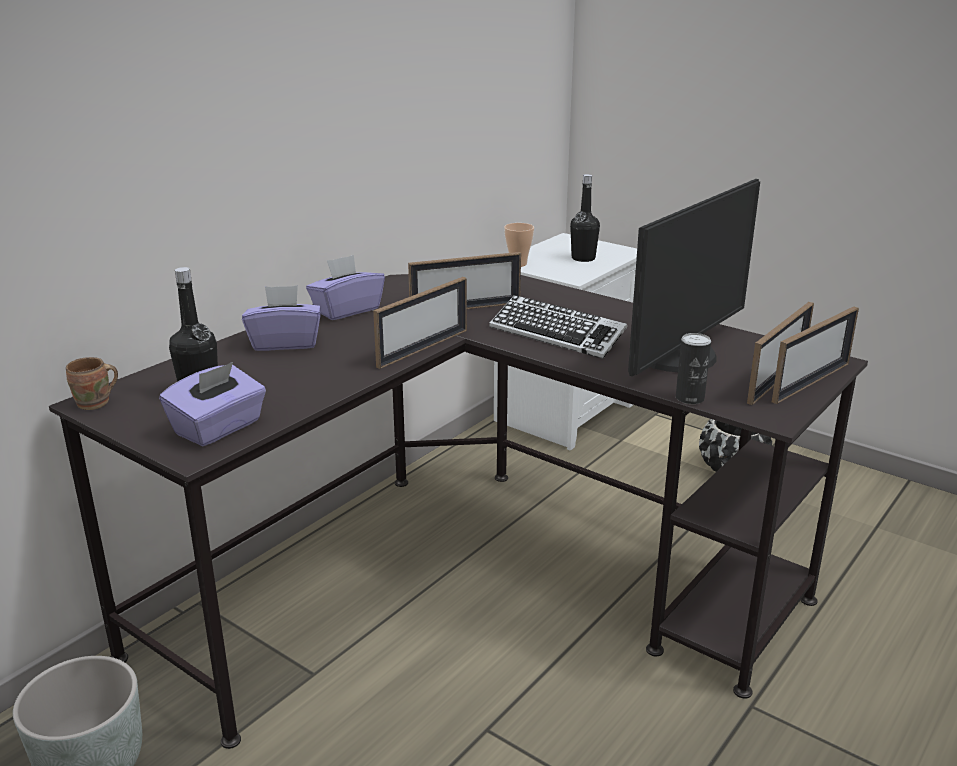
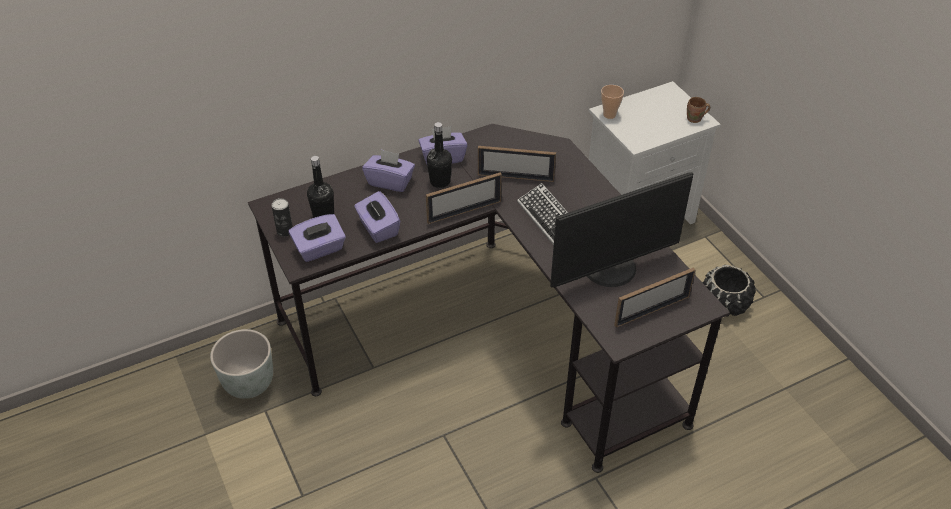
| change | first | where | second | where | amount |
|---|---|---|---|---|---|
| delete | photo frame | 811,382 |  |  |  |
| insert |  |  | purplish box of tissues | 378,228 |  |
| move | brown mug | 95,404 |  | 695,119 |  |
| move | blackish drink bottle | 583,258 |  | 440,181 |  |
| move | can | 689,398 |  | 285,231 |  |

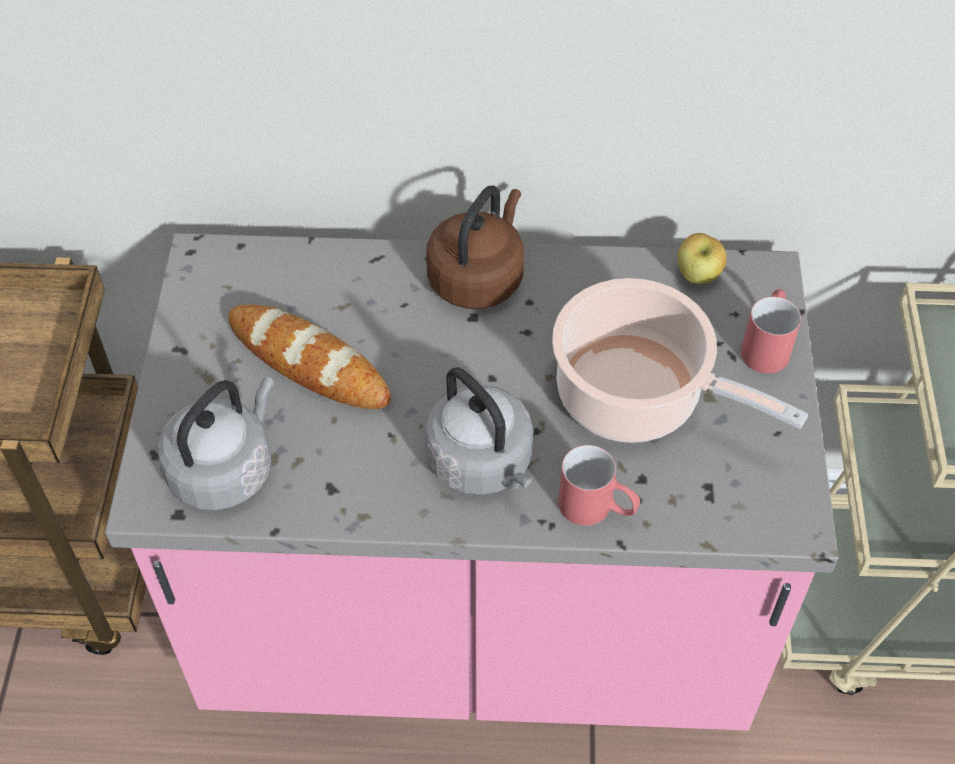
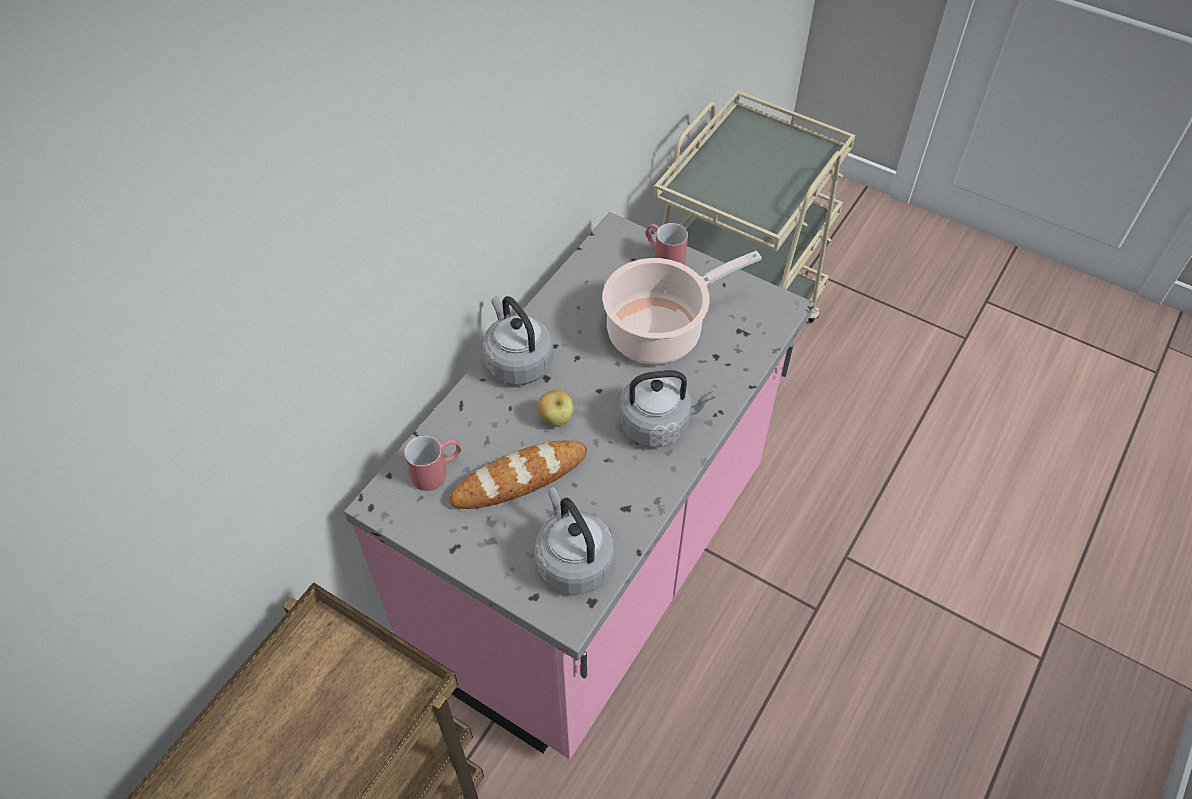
| change | first | where | second | where | amount |
|---|---|---|---|---|---|
| move | red-coloured mug | 597,509 |  | 437,471 |  |
| move | apple | 698,276 |  | 556,419 |  |
| recolor | brown tea kettle | 478,277 | greyish tea kettle | 517,361 |  |

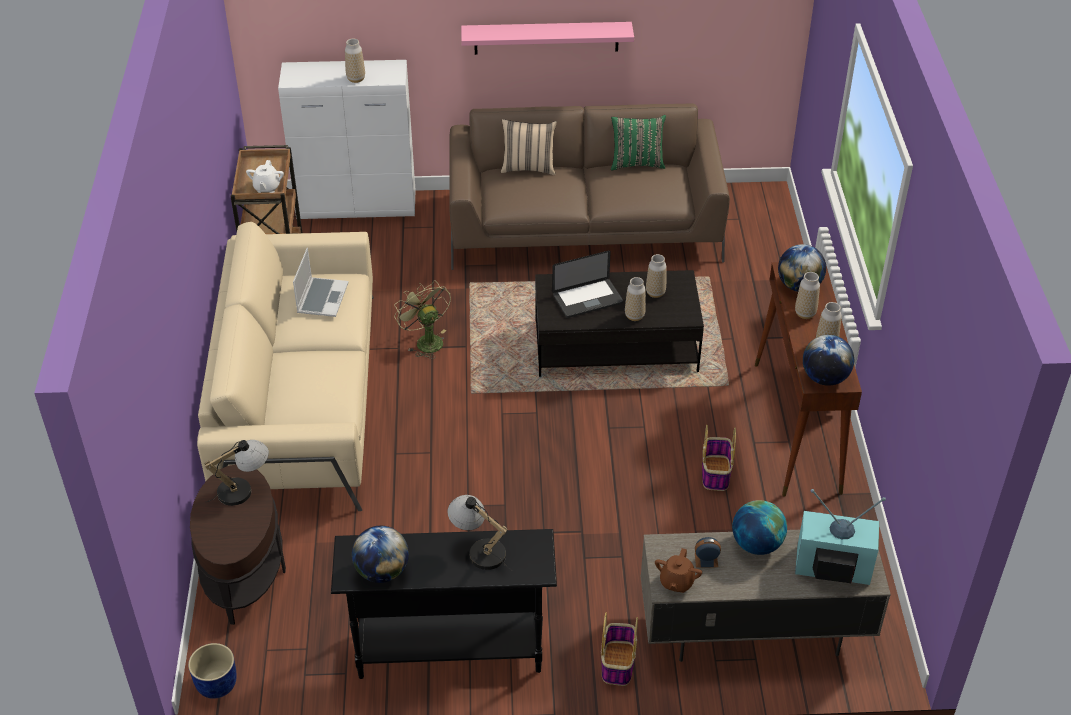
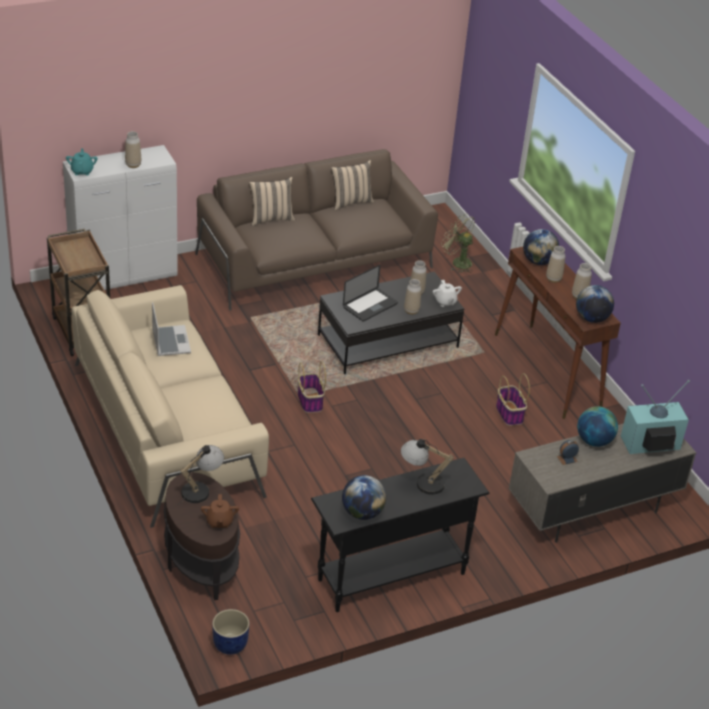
| change | first | where | second | where | amount |
|---|---|---|---|---|---|
| delete | pink-coloured shelf | 546,38 |  |  |  |
| insert |  |  | turquoise pot for tea | 82,171 |  |
| move | white-coloured pot for tea | 267,187 |  | 445,302 |  |
| move | green-coloured fan | 425,341 |  | 457,262 |  |
| move | storage basket | 617,663 |  | 310,401 |  |
| move | brown pot for tea | 676,582 |  | 219,521 |  |
| recolor | green-coloured cushion | 637,163 | beige-coloured cushion | 350,202 |  |

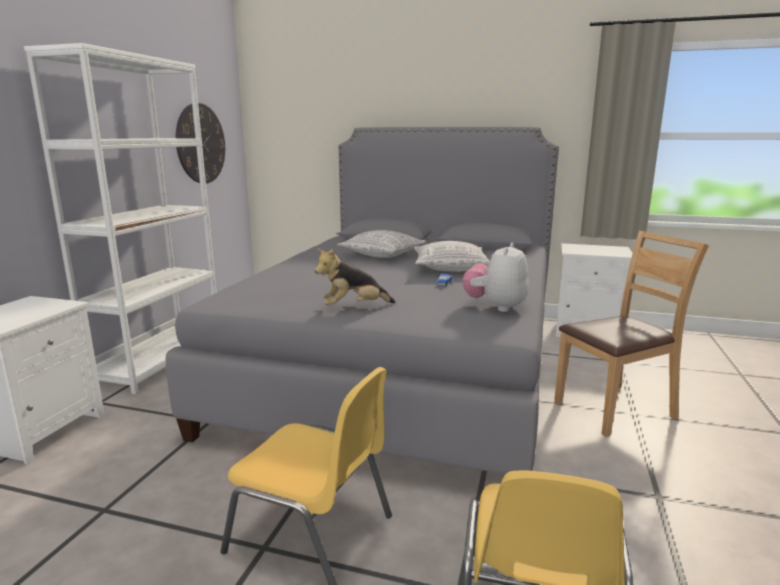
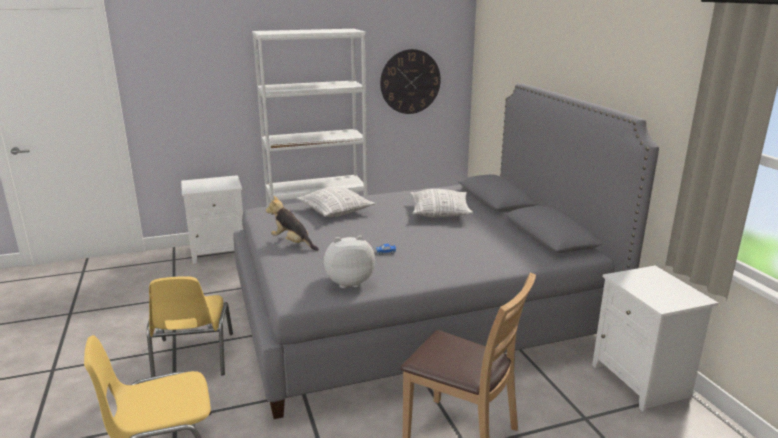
| change | first | where | second | where | amount |
|---|---|---|---|---|---|
| move | cushion | 450,268 |  | 336,211 |  |

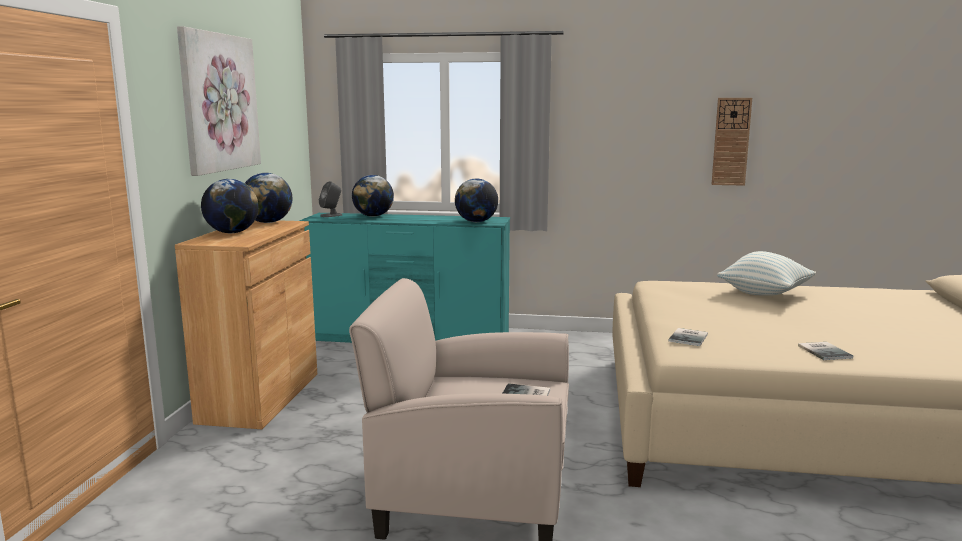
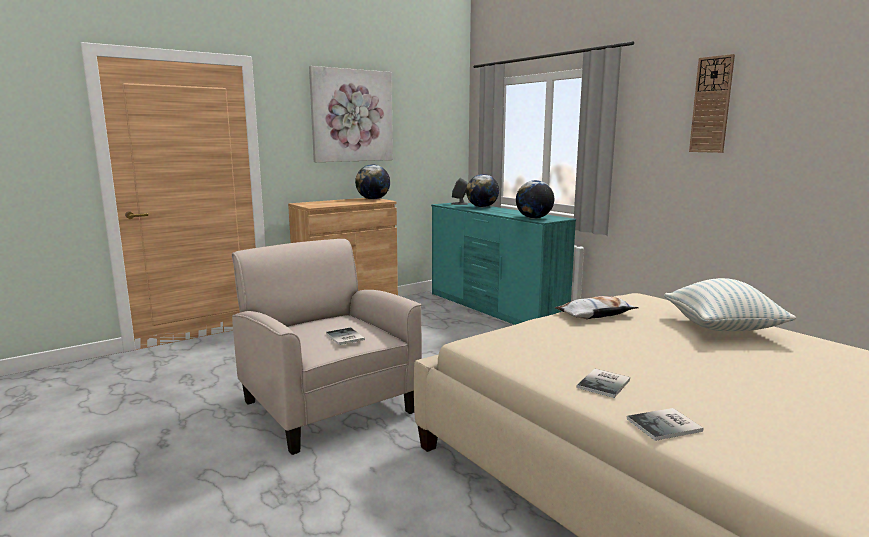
| change | first | where | second | where | amount |
|---|---|---|---|---|---|
| delete | world globe | 232,232 |  |  |  |
| insert |  |  | cushion | 595,314 |  |
| move | bound book | 689,337 |  | 666,425 |  |
| move | wall clock | 731,141 |  | 711,105 |  |

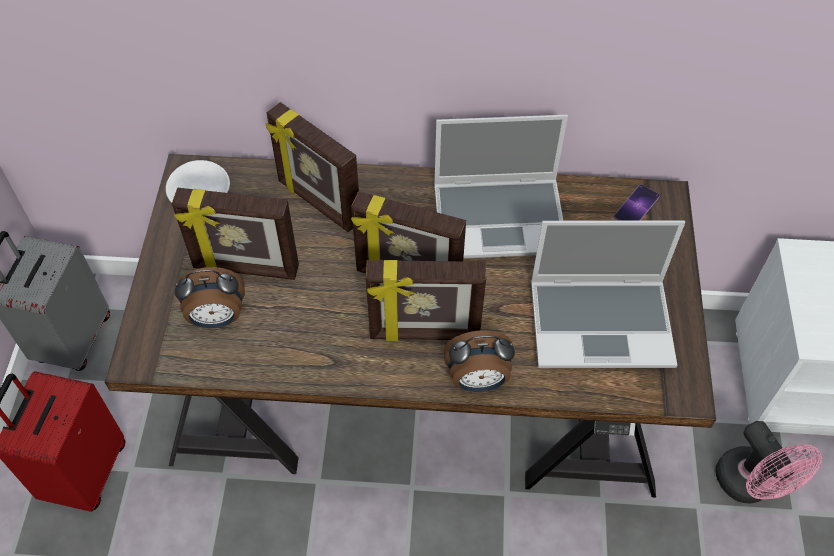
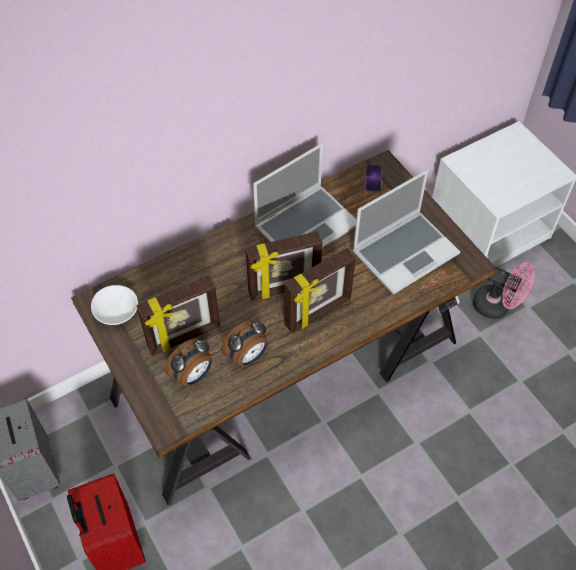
| change | first | where | second | where | amount |
|---|---|---|---|---|---|
| delete | photo frame | 318,203 |  |  |  |
| move | table clock | 478,380 |  | 247,356 |  |

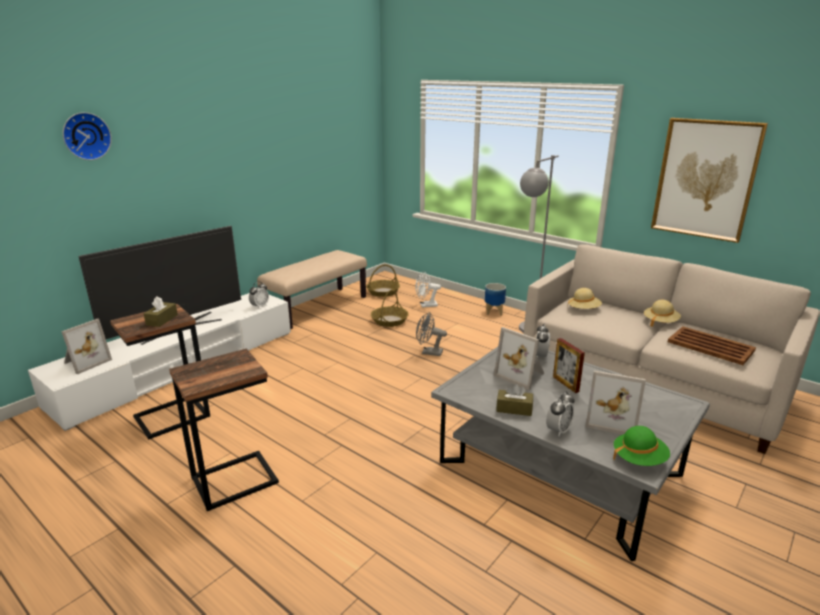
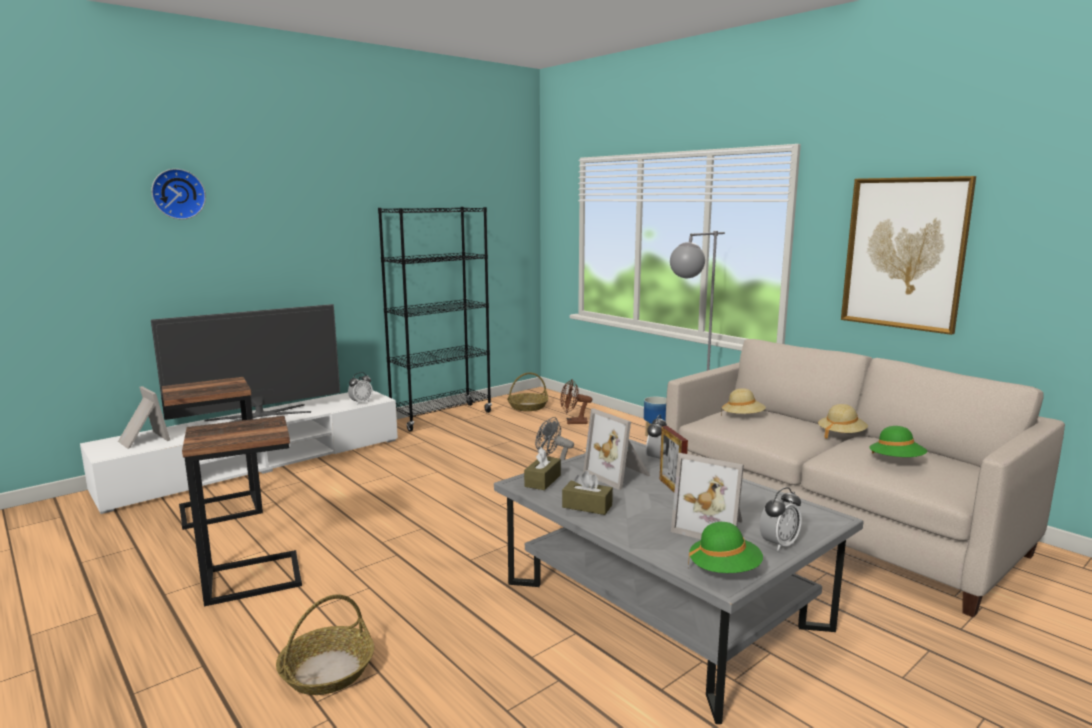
| change | first | where | second | where | amount |
|---|---|---|---|---|---|
| move | brown box of tissues | 162,320 |  | 542,481 |  |
| move | storage basket | 389,320 |  | 327,670 |  |
| move | table clock | 558,430 |  | 778,544 |  |
| replace | beige-coloured bench | 316,307 | blackish bookcase | 441,417 |  |
| replace | brown tray | 709,346 | green-coloured wearable hat | 896,461 |  |
| recolor | white-coloured fan | 426,305 | brown fan | 573,422 |  |
| rotate | photo frame | 85,362 |  | 142,440 | 90 degrees counterclockwise |

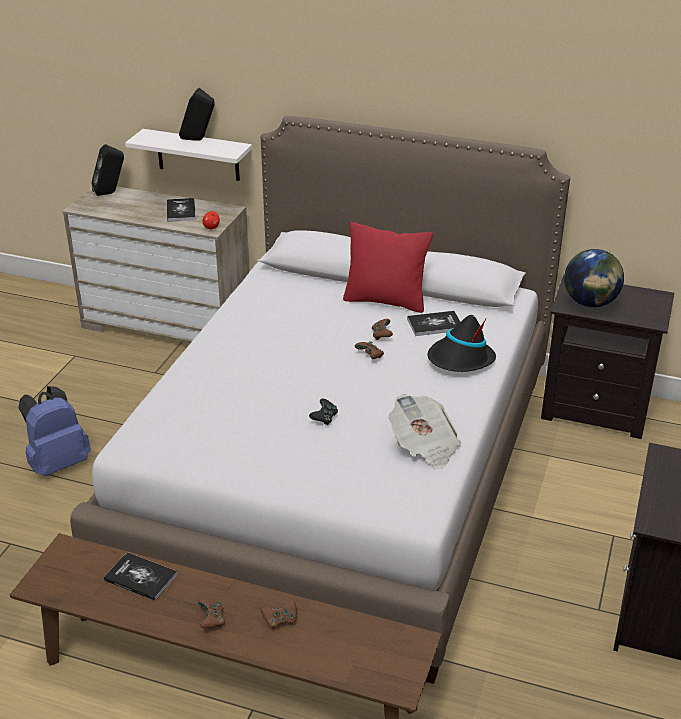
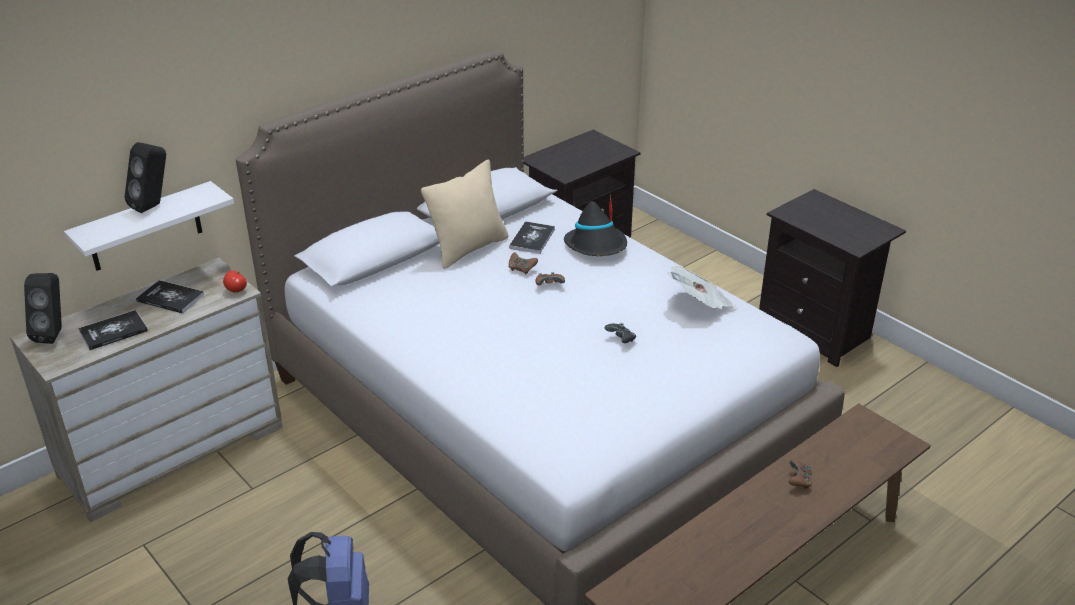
| change | first | where | second | where | amount |
|---|---|---|---|---|---|
| delete | brown gamepad | 212,620 |  |  |  |
| delete | world globe | 590,303 |  |  |  |
| move | bound book | 140,577 |  | 113,331 |  |
| recolor | red-coloured cushion | 385,301 | beige-coloured cushion | 468,248 |  |

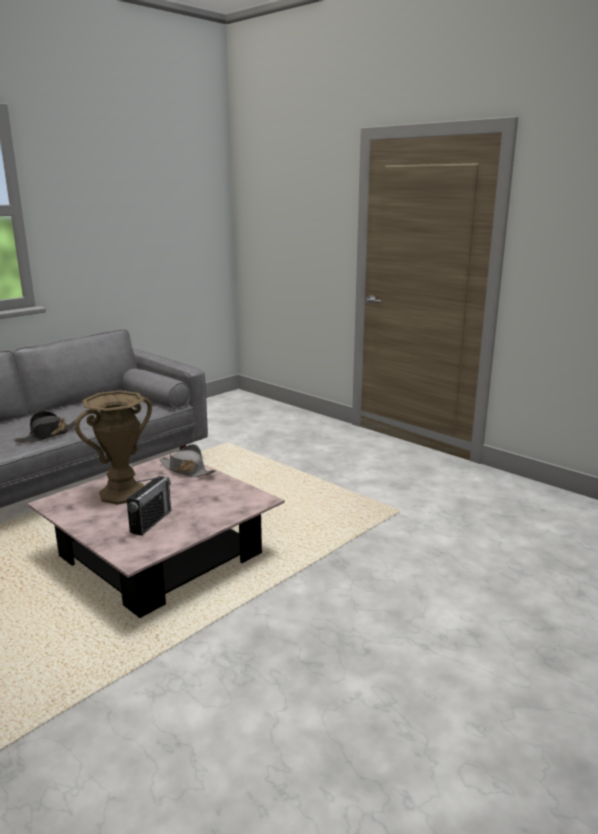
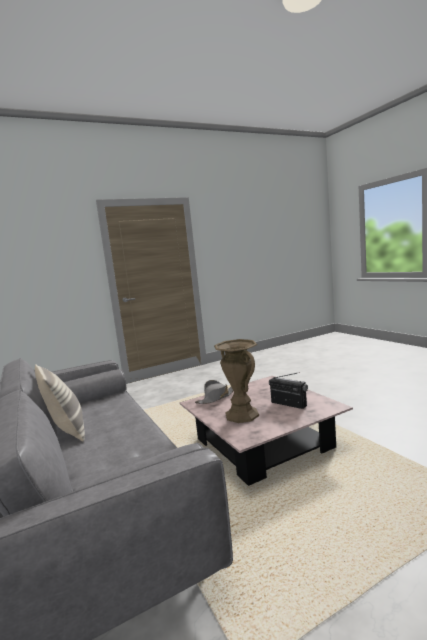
| change | first | where | second | where | amount |
|---|---|---|---|---|---|
| delete | blackish wearable hat | 48,435 |  |  |  |
| insert |  |  | cushion | 66,431 |  |

